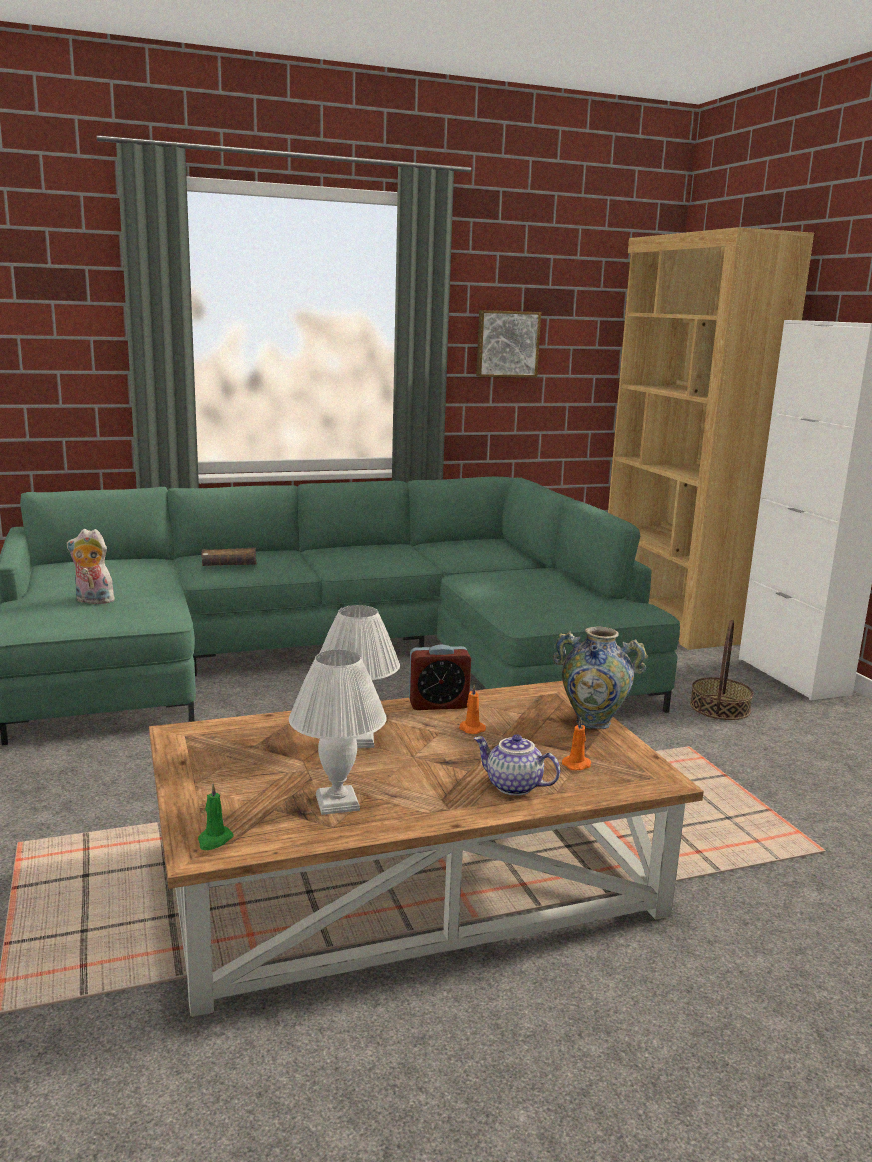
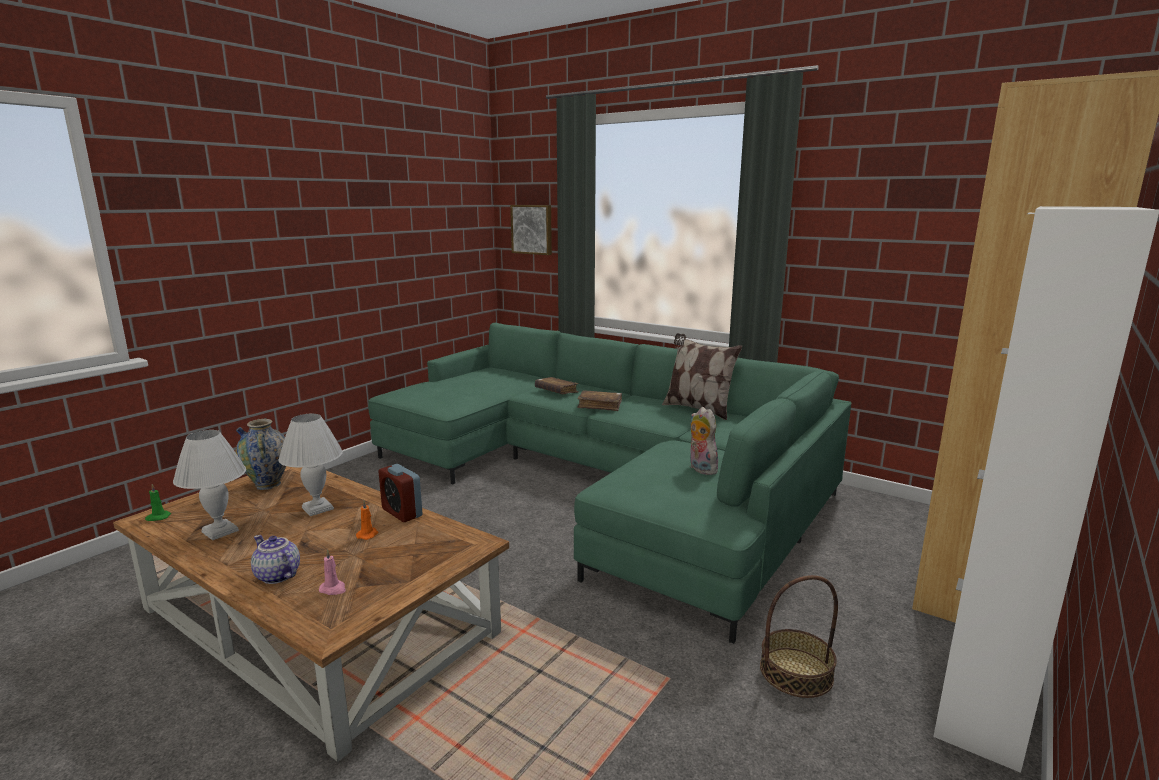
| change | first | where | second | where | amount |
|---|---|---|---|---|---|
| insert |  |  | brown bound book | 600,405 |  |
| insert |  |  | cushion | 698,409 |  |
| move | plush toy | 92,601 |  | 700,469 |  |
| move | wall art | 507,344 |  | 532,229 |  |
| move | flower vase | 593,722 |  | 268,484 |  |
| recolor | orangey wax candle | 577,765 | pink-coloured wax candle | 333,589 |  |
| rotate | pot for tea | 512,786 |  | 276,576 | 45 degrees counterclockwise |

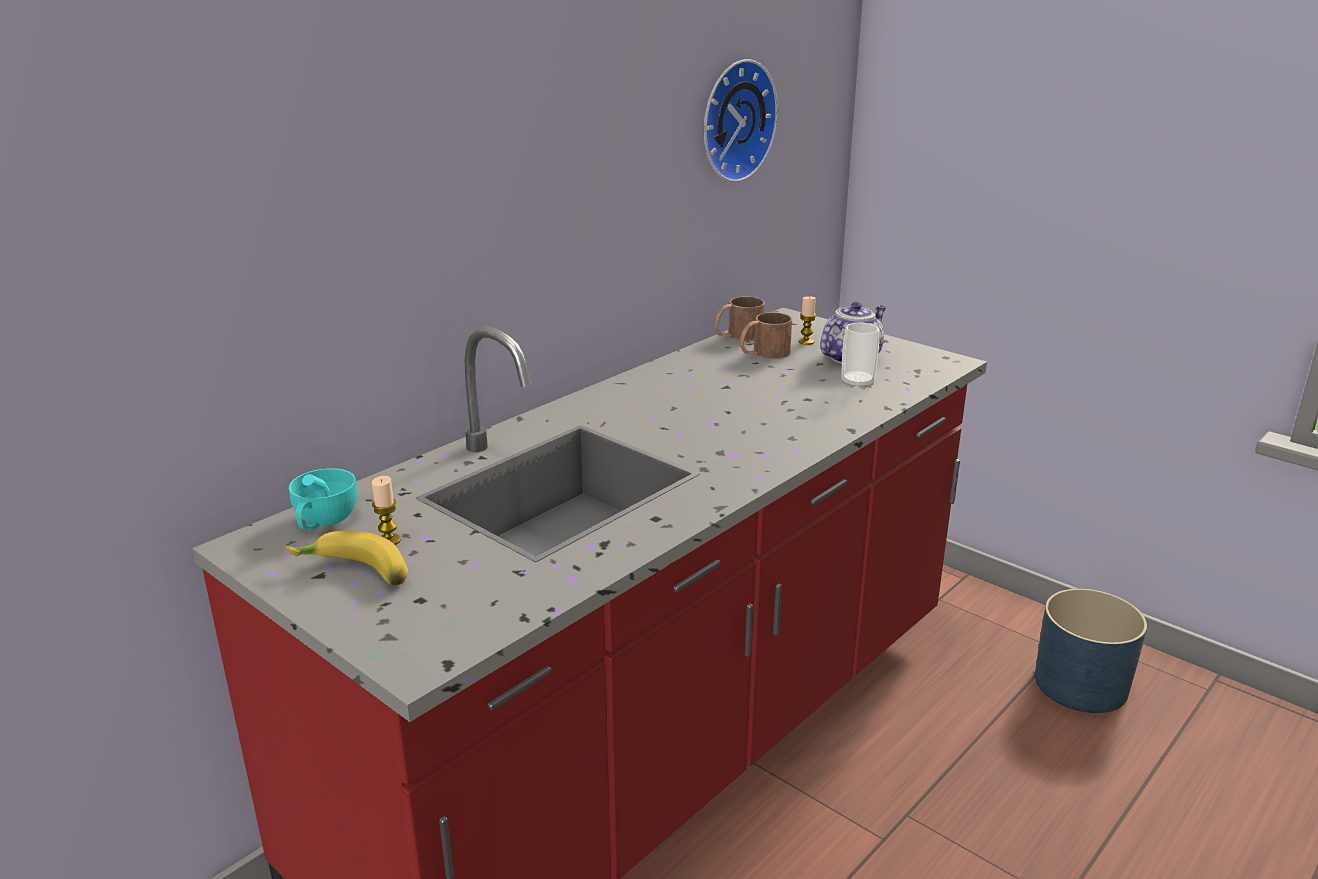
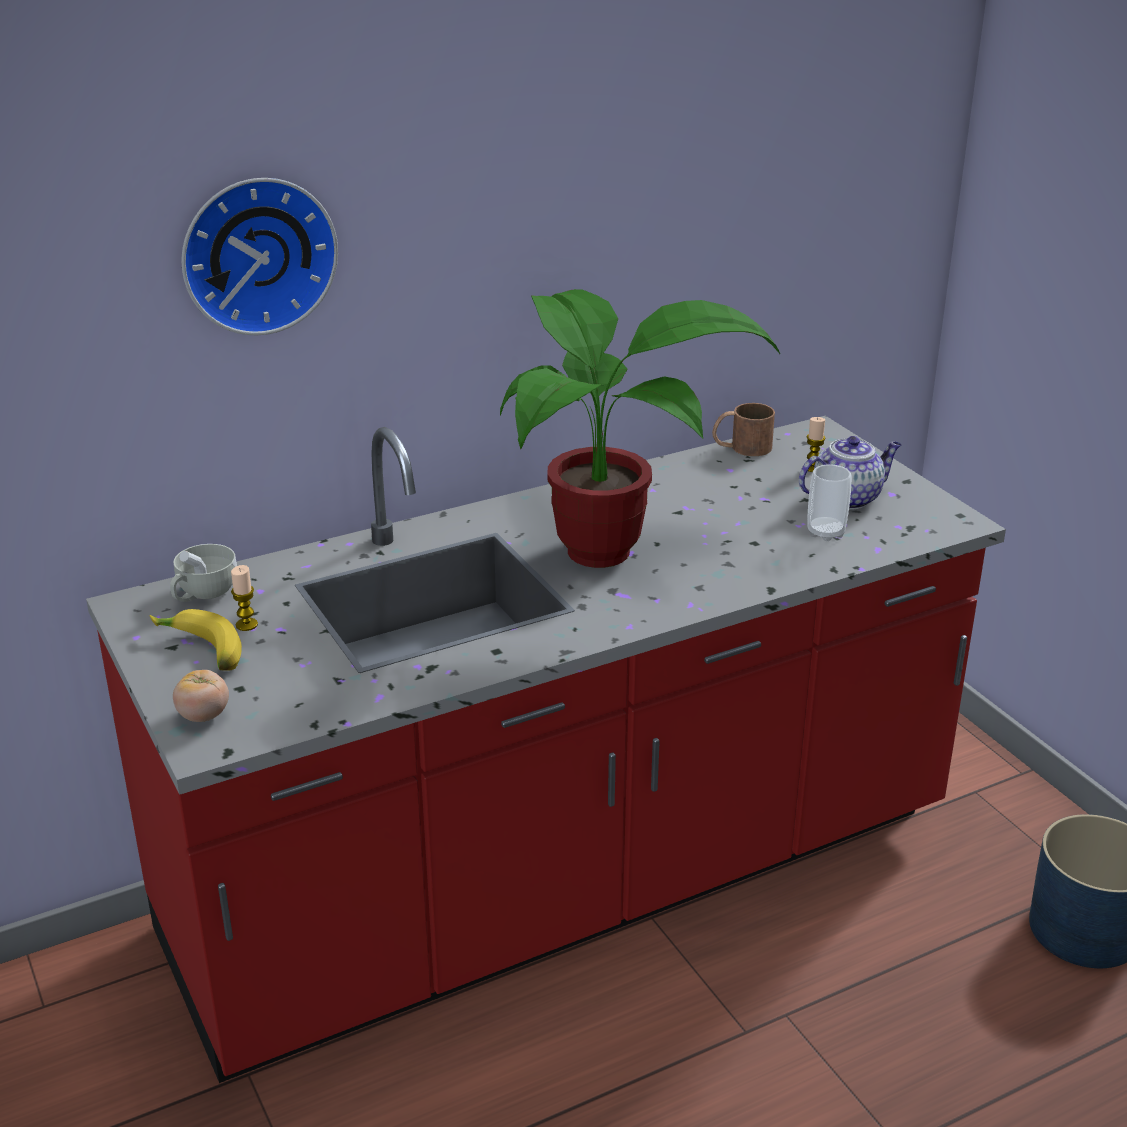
| change | first | where | second | where | amount |
|---|---|---|---|---|---|
| delete | brown mug | 763,353 |  |  |  |
| insert |  |  | whole tomato | 203,716 |  |
| insert |  |  | houseplant | 611,548 |  |
| move | wall clock | 733,120 |  | 257,254 |  |
| recolor | turquoise cup | 323,521 | white-coloured cup | 203,594 |  |

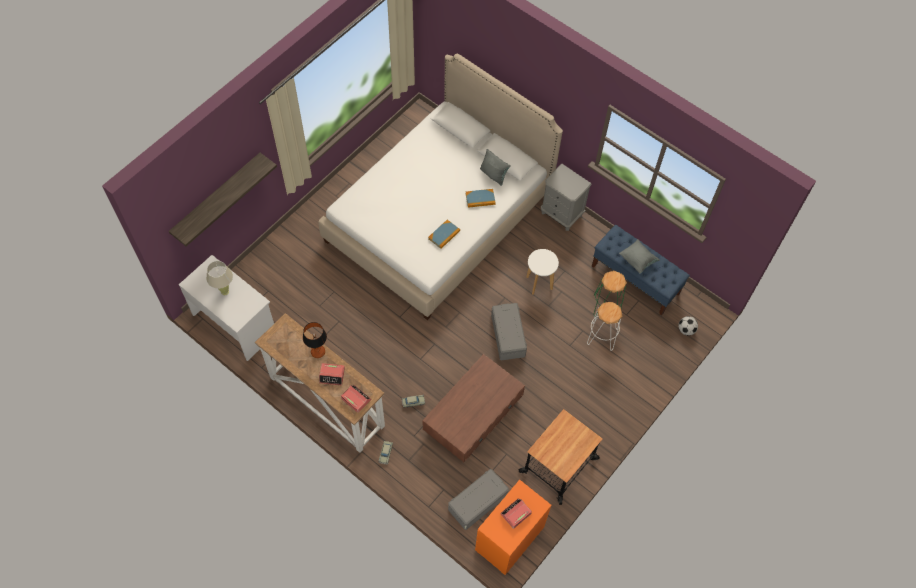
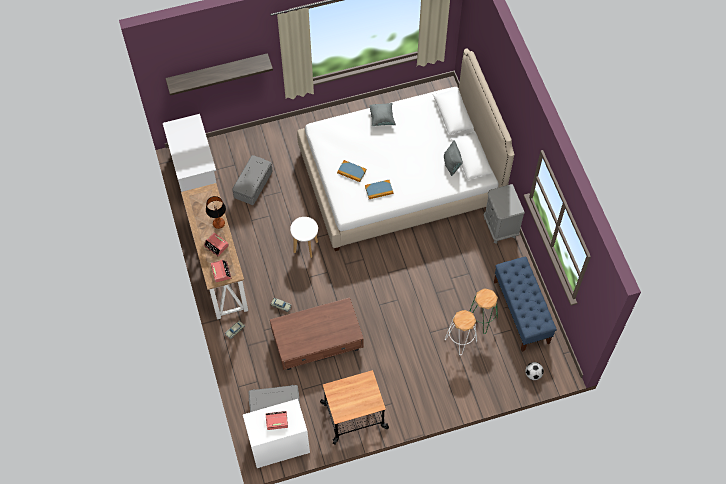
| change | first | where | second | where | amount |
|---|---|---|---|---|---|
| delete | beige-coloured lamp for a table | 225,291 |  |  |  |
| move | bound book | 480,199 |  | 351,172 |  |
| move | greyish storage bin | 507,335 |  | 253,184 |  |
| move | white-coloured stool seat | 539,283 |  | 305,247 |  |
| move | greyish cushion | 637,260 |  | 382,118 |  |
| recolor | orangey dresser | 509,539 | white-coloured dresser | 278,445 |  |

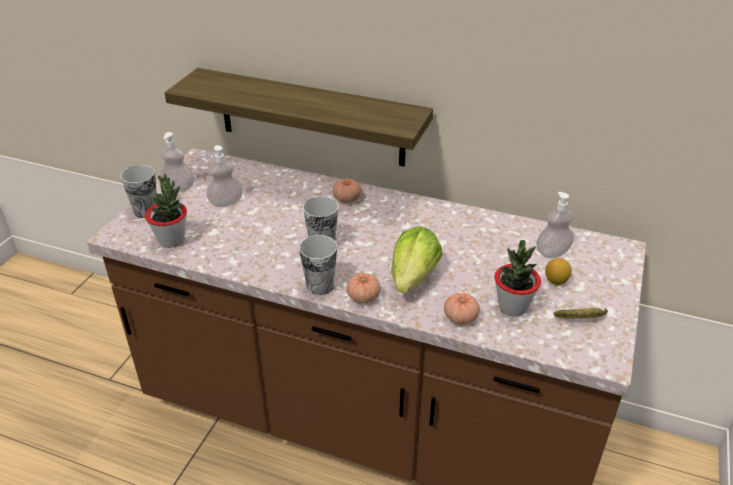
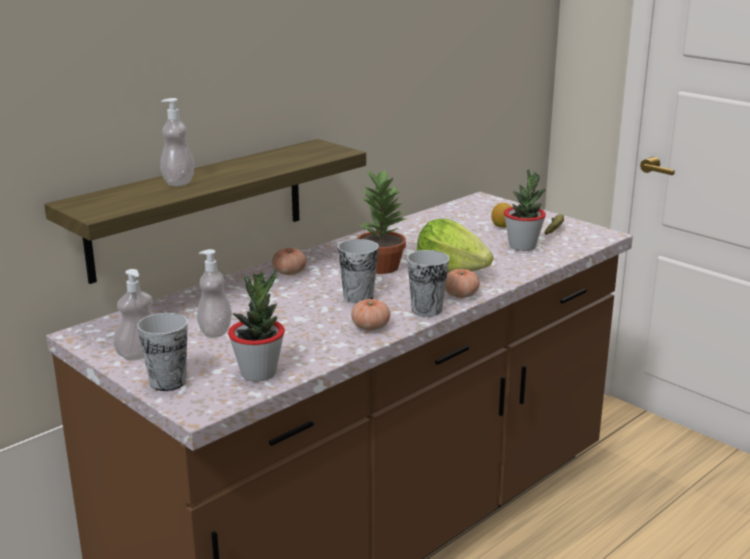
| change | first | where | second | where | amount |
|---|---|---|---|---|---|
| insert |  |  | houseplant | 380,266 |  |
| move | whole tomato | 460,317 |  | 370,327 |  |
| move | liquid soap bottle | 552,252 |  | 179,182 |  |

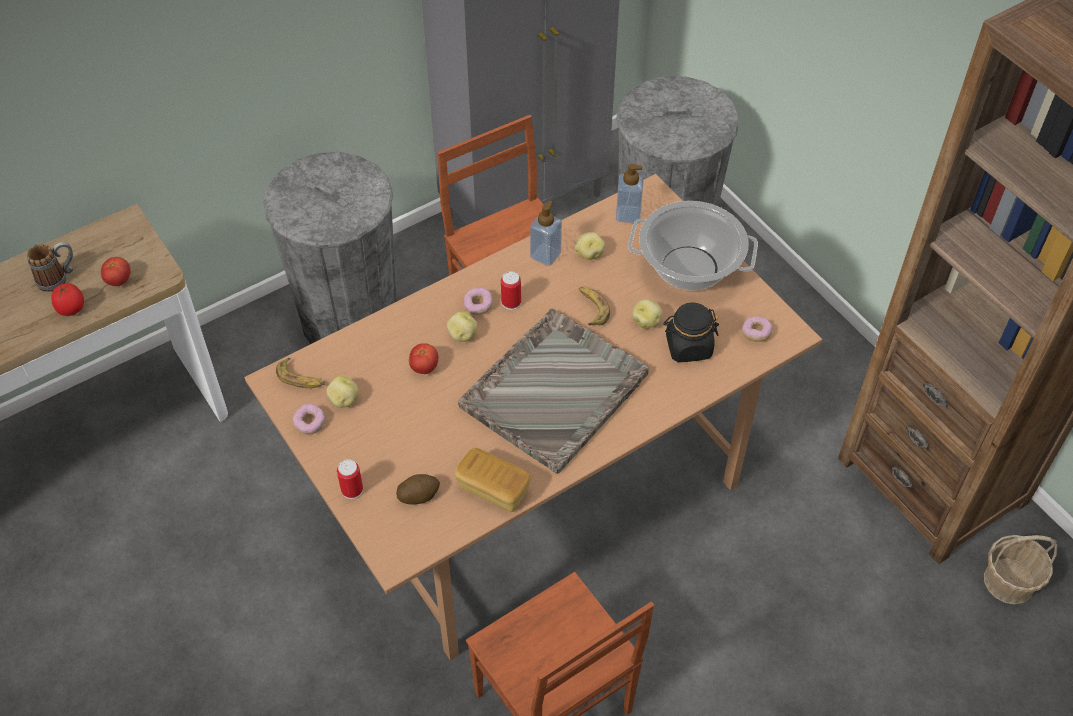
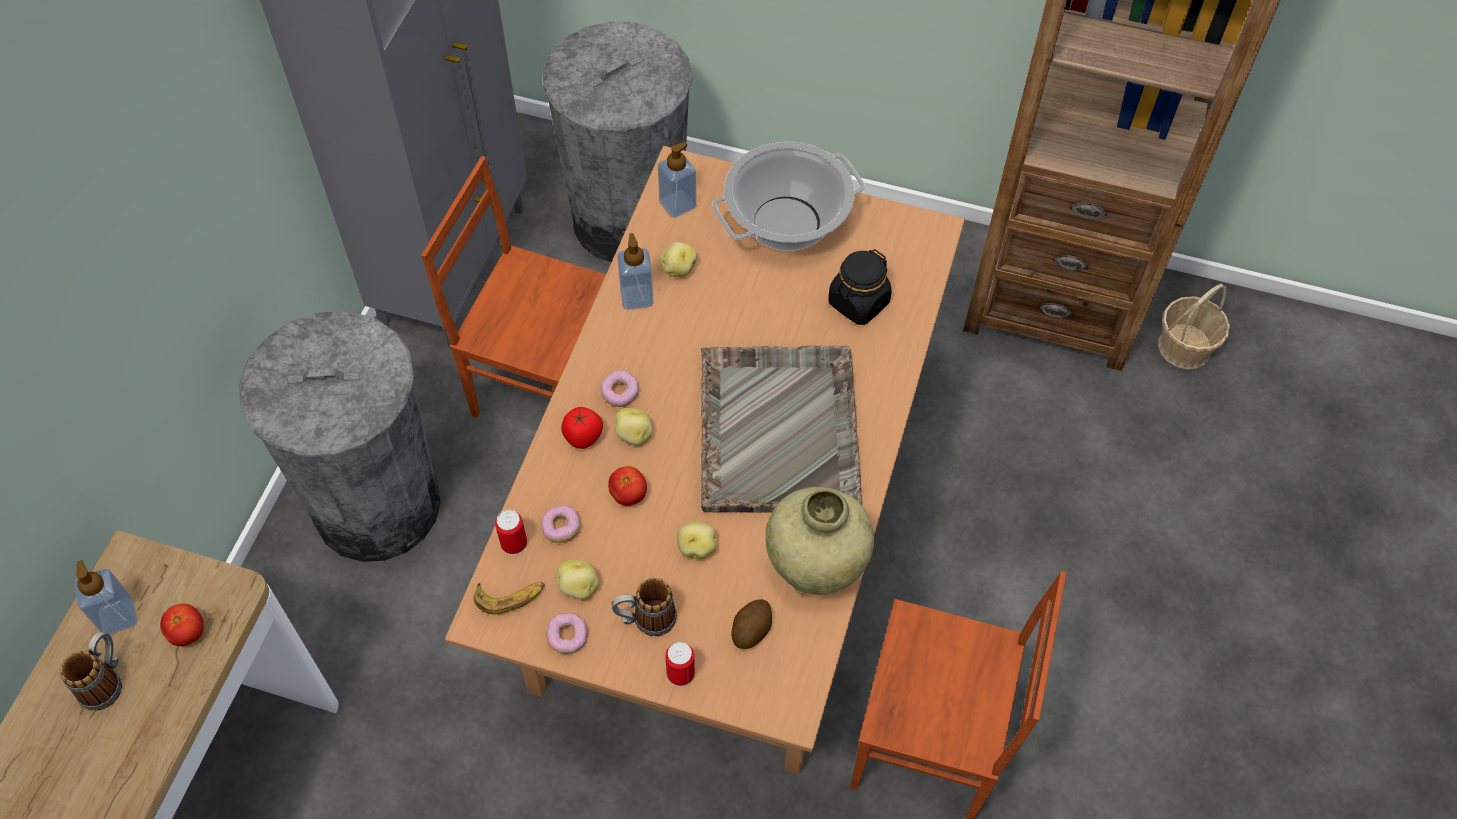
| change | first | where | second | where | amount |
|---|---|---|---|---|---|
| delete | whole banana | 592,308 |  |  |  |
| insert |  |  | liquid soap bottle | 118,616 |  |
| insert |  |  | mug | 645,619 |  |
| move | whole tomato | 72,310 |  | 583,438 |  |
| move | can | 511,302 |  | 514,544 |  |
| move | whole potato | 646,321 |  | 697,546 |  |
| move | doughnut | 756,333 |  | 561,528 |  |
| replace | bakery bread | 493,488 | beige-coloured flower vase | 815,570 |  |

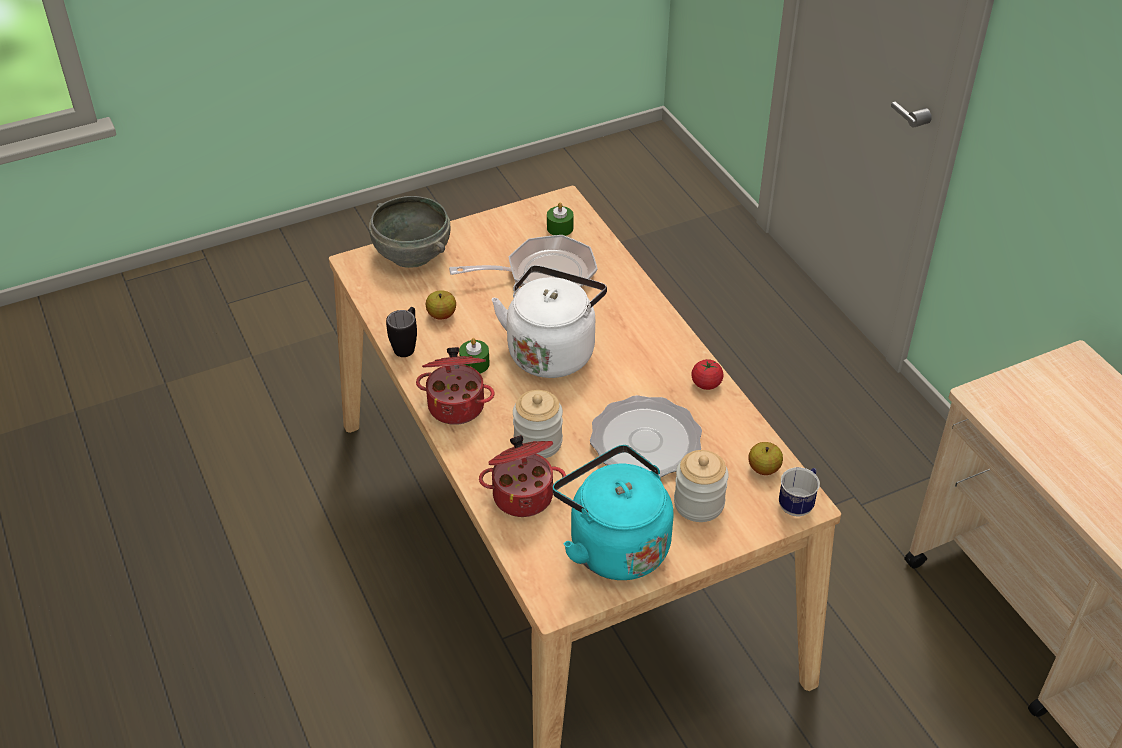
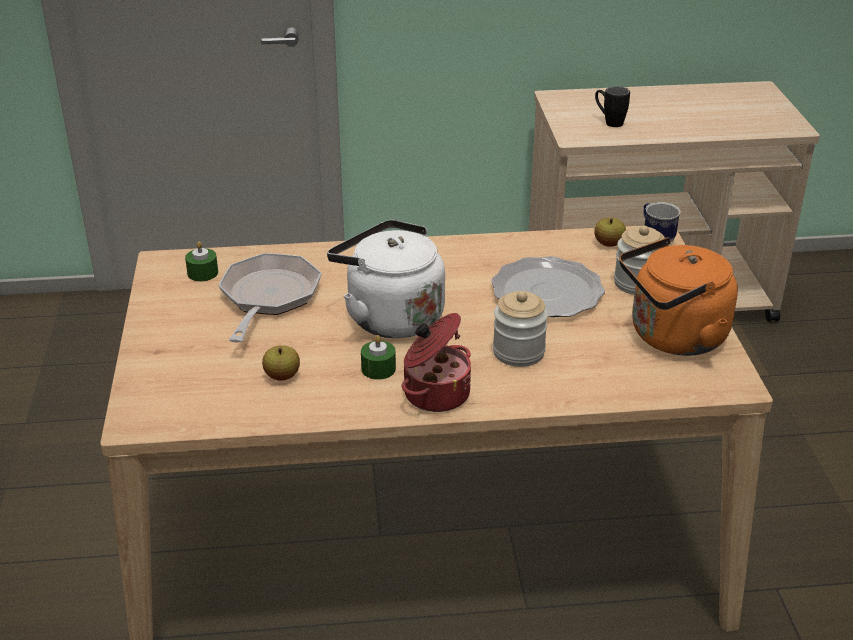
| change | first | where | second | where | amount |
|---|---|---|---|---|---|
| delete | greyish deep dish | 411,254 |  |  |  |
| delete | cooking pot | 523,494 |  |  |  |
| delete | whole tomato | 706,384 |  |  |  |
| move | blackish mug | 407,345 |  | 609,122 |  |
| recolor | turquoise tea kettle | 614,545 | orangey tea kettle | 672,337 |  |

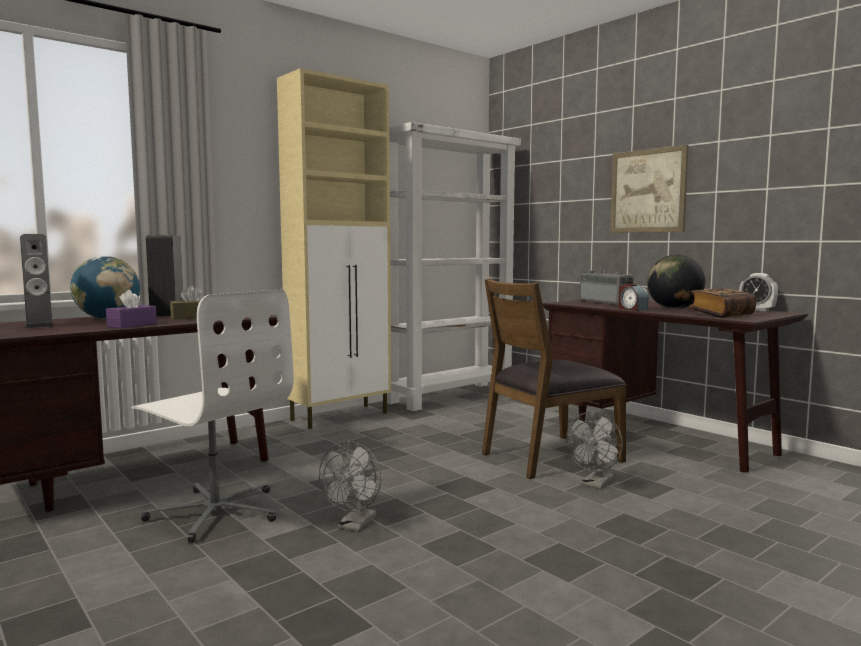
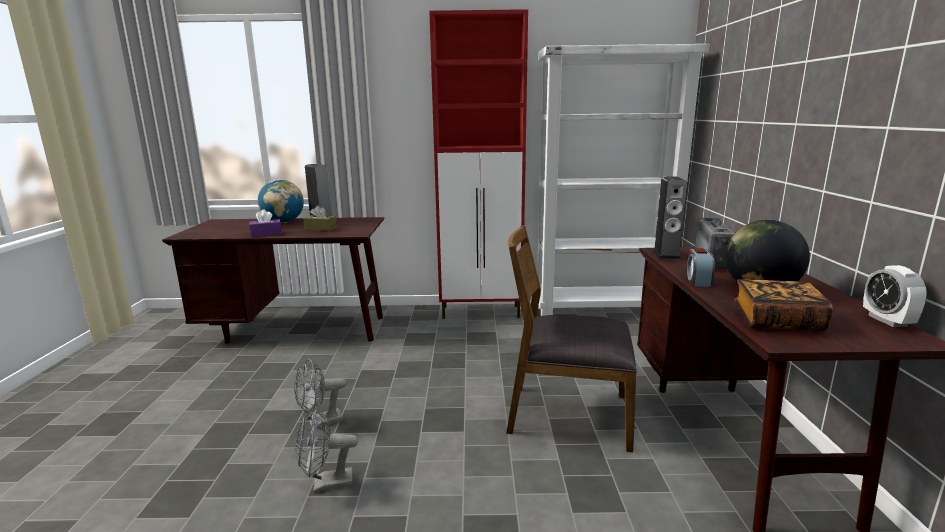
| change | first | where | second | where | amount |
|---|---|---|---|---|---|
| delete | white-coloured desk chair | 216,512 |  |  |  |
| delete | wall art | 648,191 |  |  |  |
| move | loudspeaker | 39,325 |  | 666,255 |  |
| move | greyish fan | 595,484 |  | 326,484 |  |
| recolor | beige-coloured storage cabinet | 341,416 | red-coloured storage cabinet | 482,312 |  |

